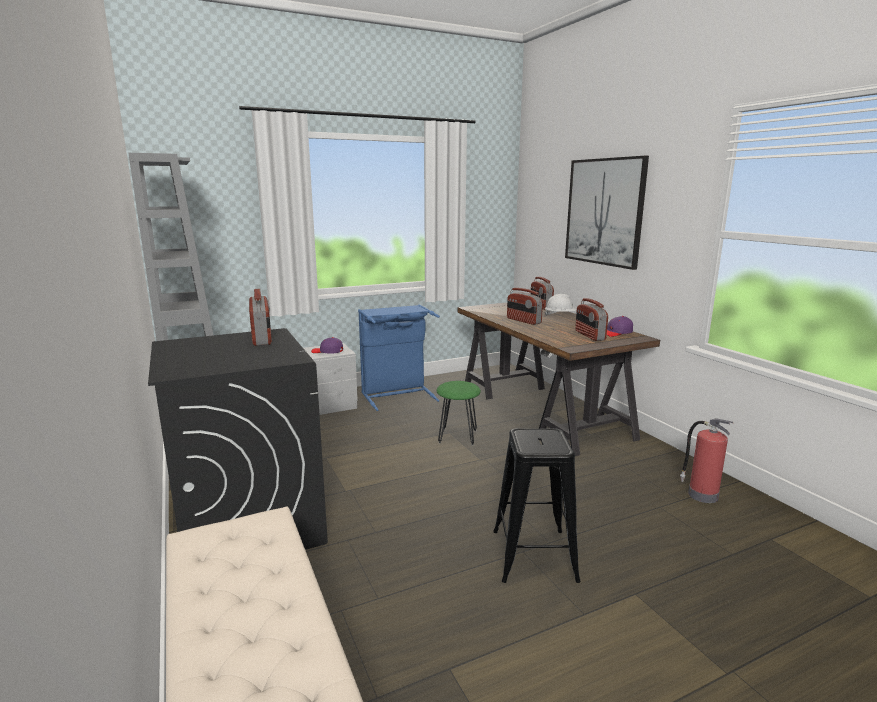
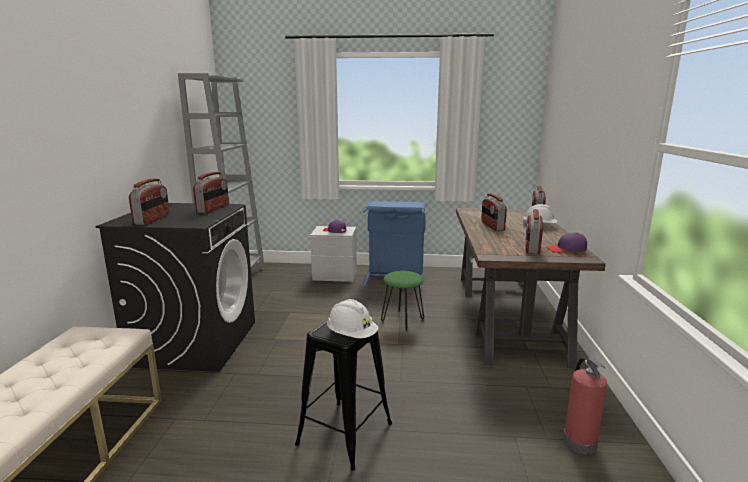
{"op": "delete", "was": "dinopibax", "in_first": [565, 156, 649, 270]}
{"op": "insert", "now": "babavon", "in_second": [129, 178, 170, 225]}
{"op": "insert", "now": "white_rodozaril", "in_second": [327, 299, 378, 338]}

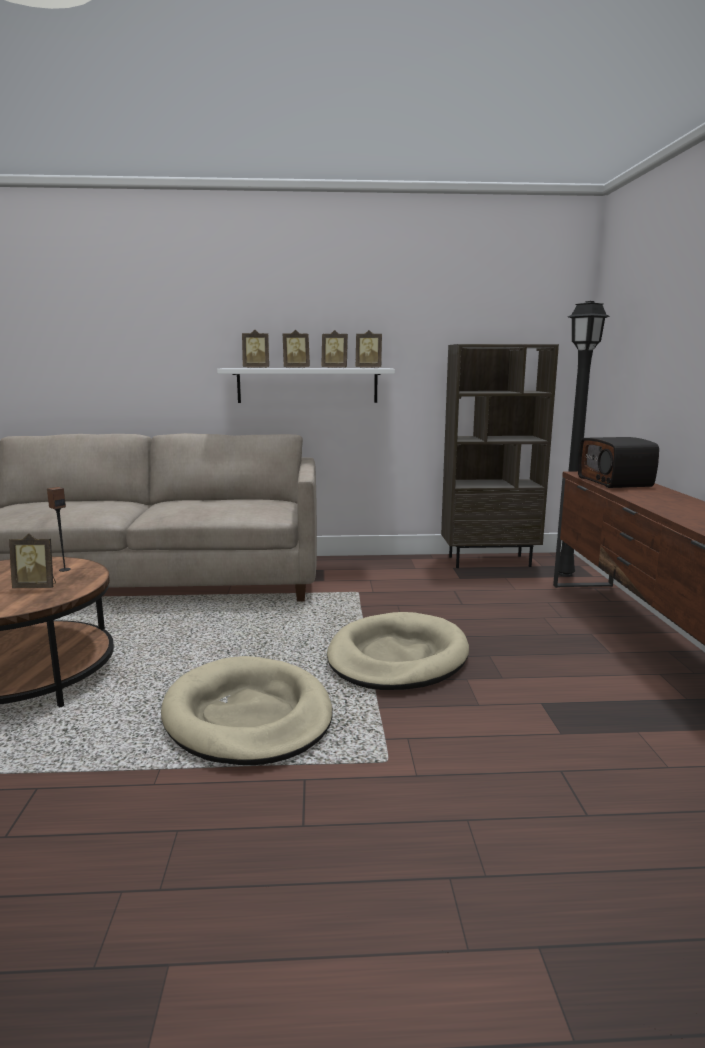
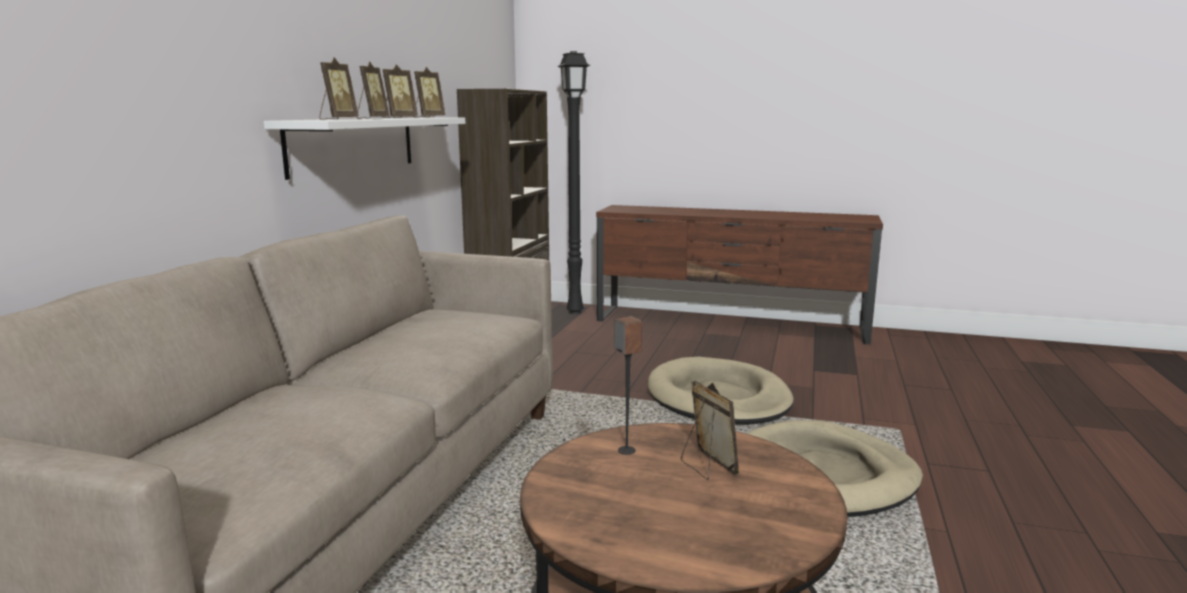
{"op": "rotate", "was": "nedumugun", "in_first": [9, 533, 56, 588], "in_second": [681, 381, 739, 480], "clockwise": -45}
{"op": "delete", "was": "babavon", "in_first": [578, 437, 659, 488]}

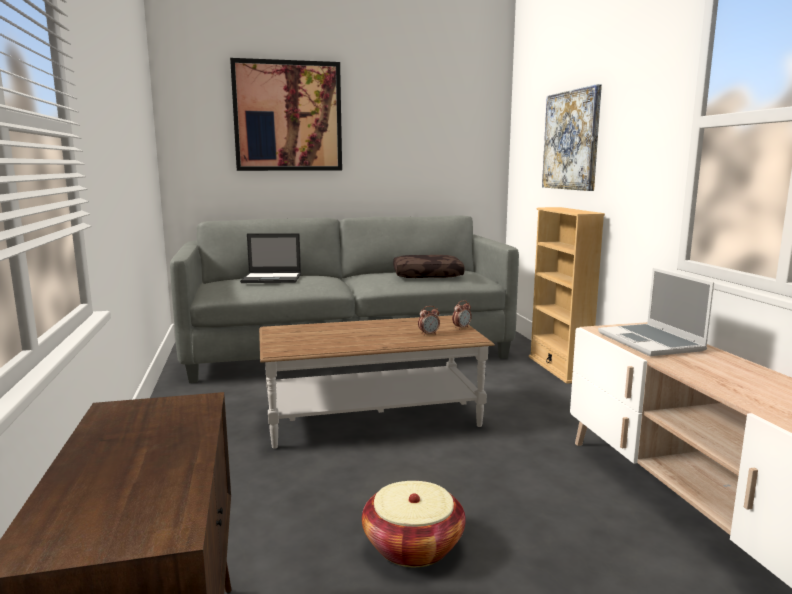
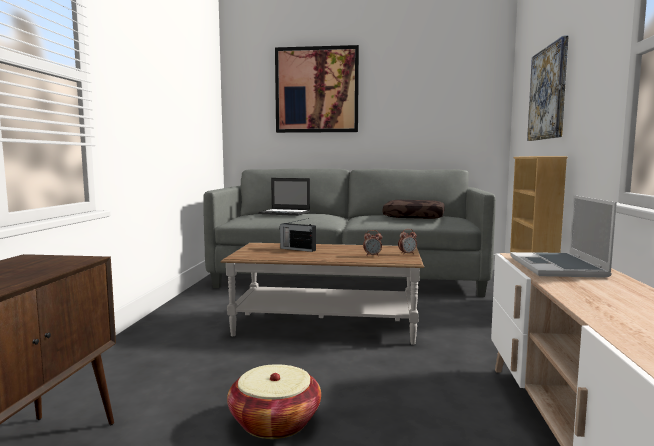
{"op": "insert", "now": "babavon", "in_second": [279, 218, 316, 252]}

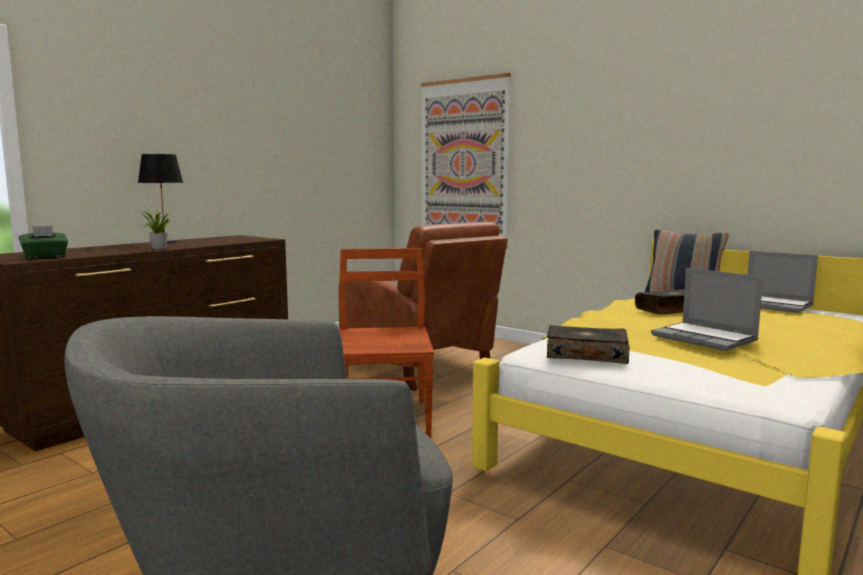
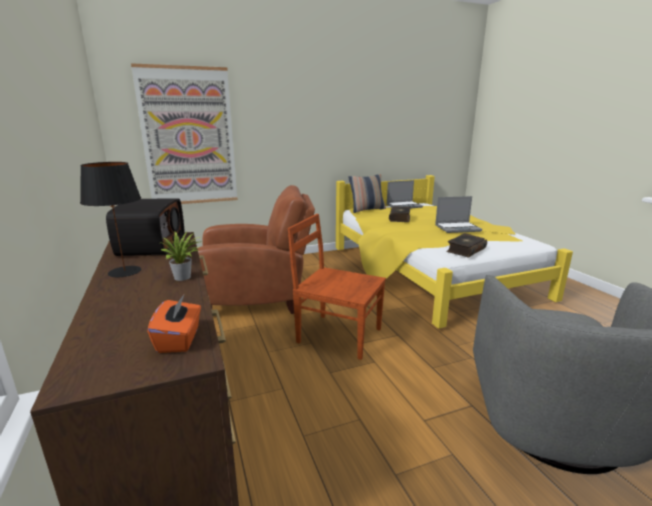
{"op": "recolor", "was": "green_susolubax", "now": "orange_susolubax", "in_first": [19, 226, 68, 259], "in_second": [147, 295, 201, 353]}
{"op": "insert", "now": "babavon", "in_second": [106, 198, 185, 256]}

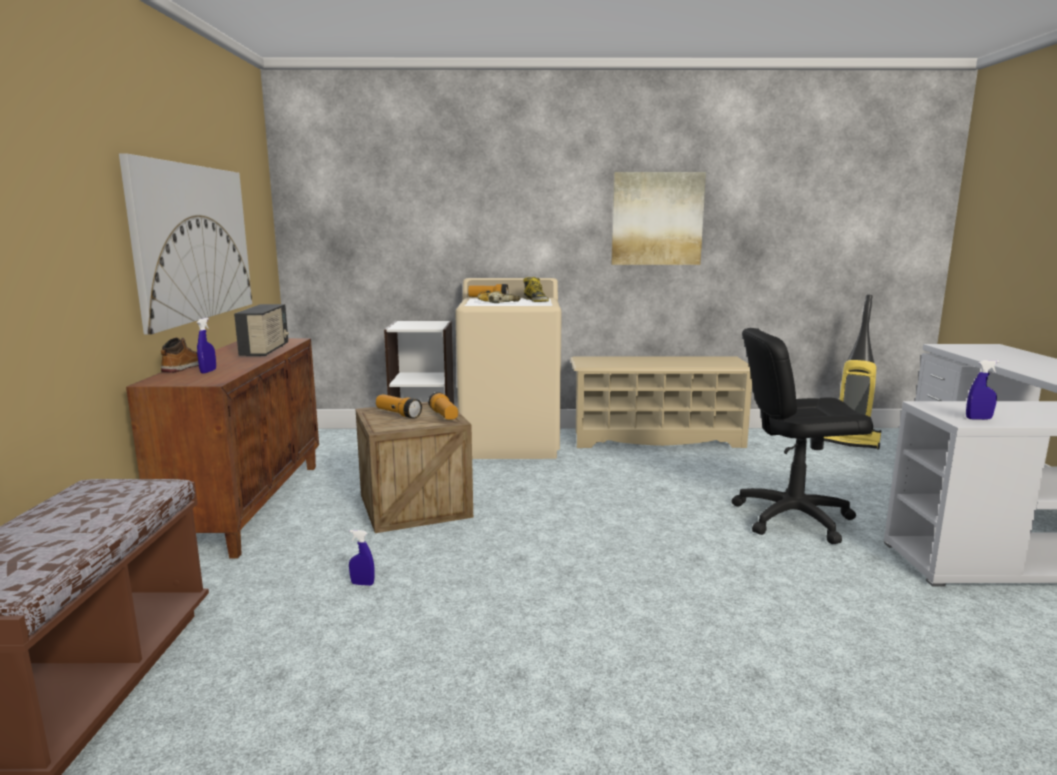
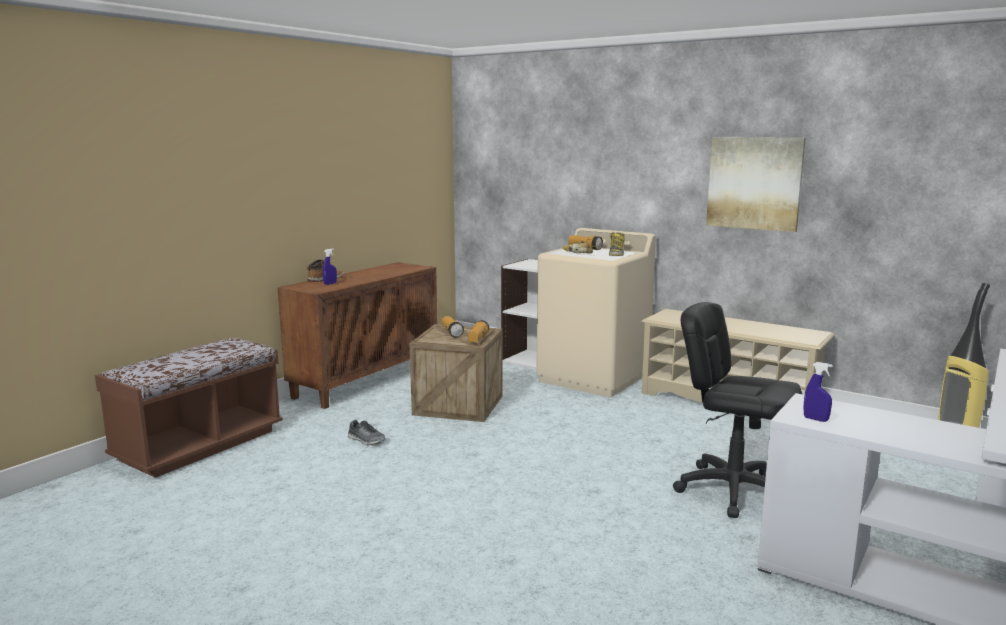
{"op": "delete", "was": "dinopibax", "in_first": [119, 153, 252, 334]}
{"op": "delete", "was": "babavon", "in_first": [234, 304, 289, 356]}
{"op": "replace", "was": "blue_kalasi", "now": "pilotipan", "in_first": [349, 530, 375, 586], "in_second": [347, 420, 386, 446]}

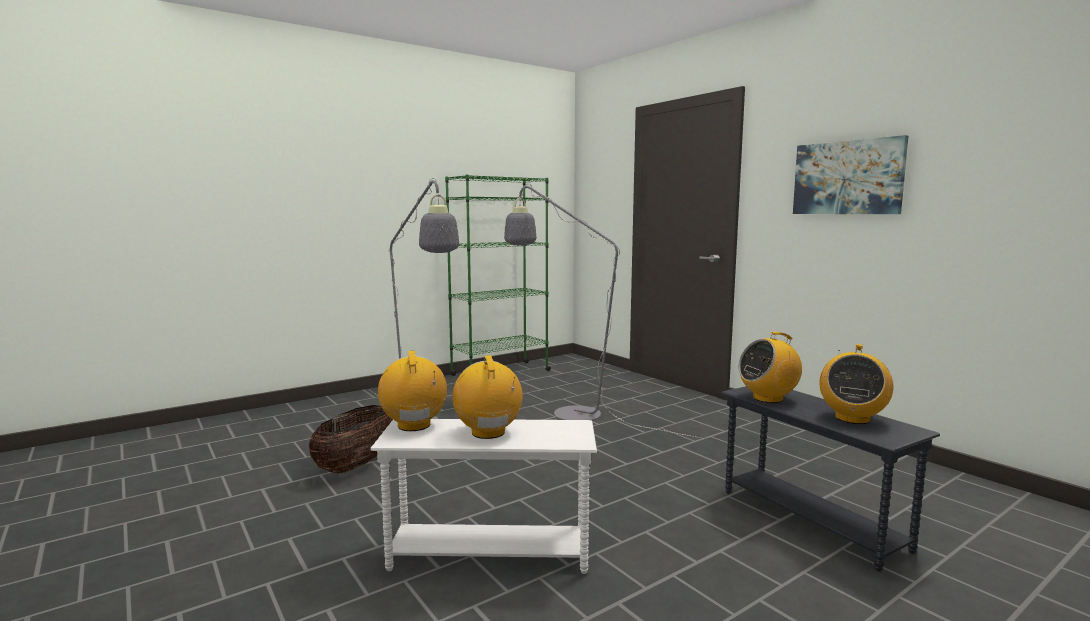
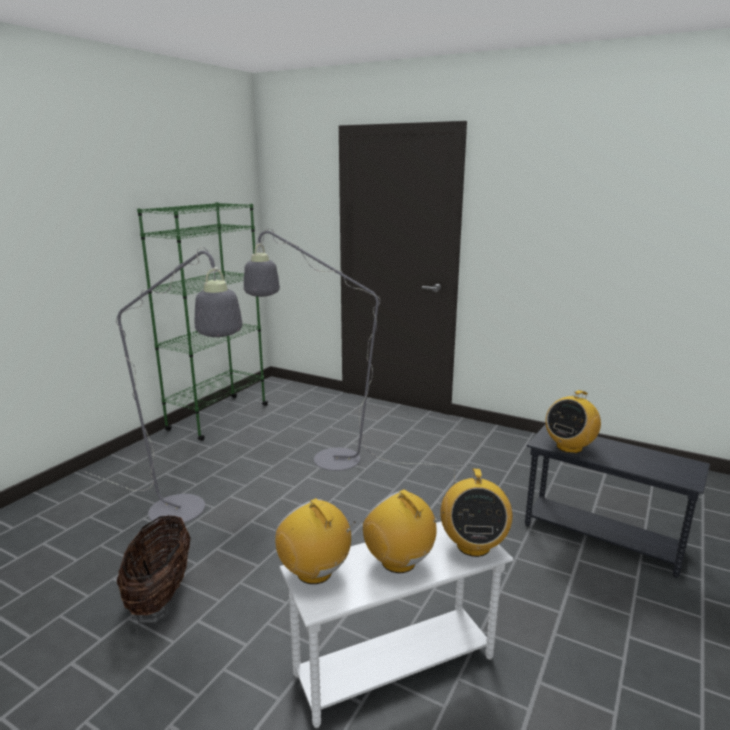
{"op": "delete", "was": "dinopibax", "in_first": [793, 135, 908, 214]}
{"op": "move", "was": "babavon", "in_first": [819, 344, 893, 424], "in_second": [440, 469, 512, 557]}

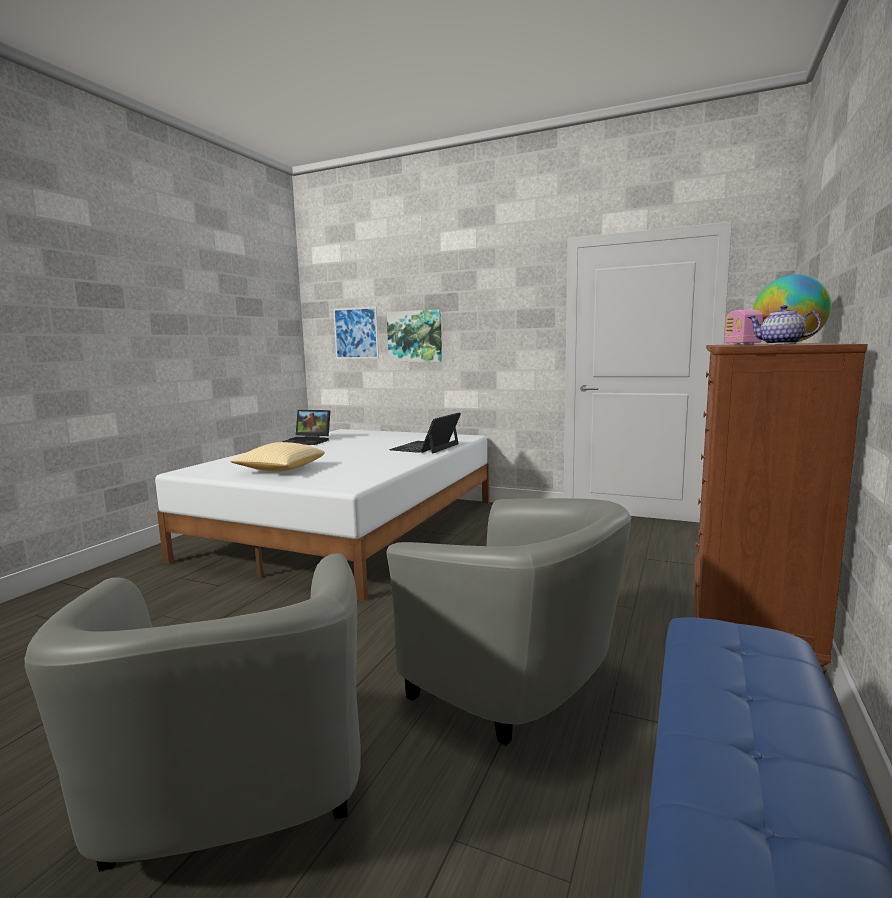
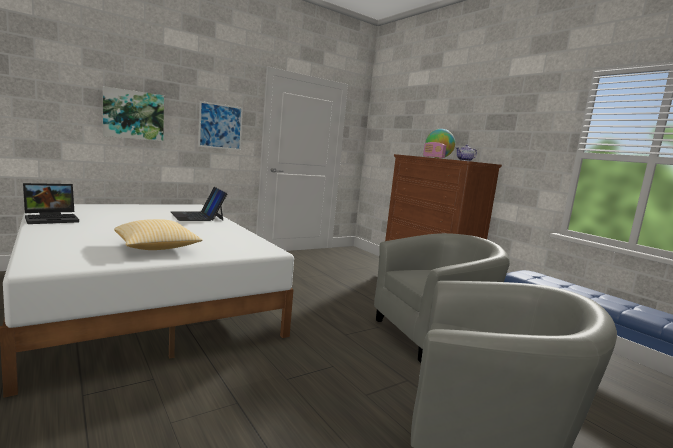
{"op": "move", "was": "dinopibax", "in_first": [333, 306, 379, 359], "in_second": [198, 101, 243, 150]}

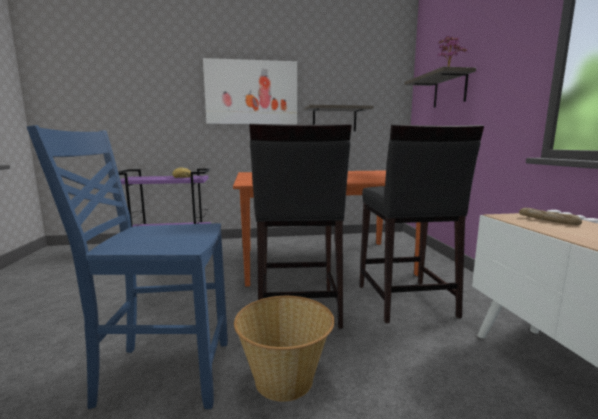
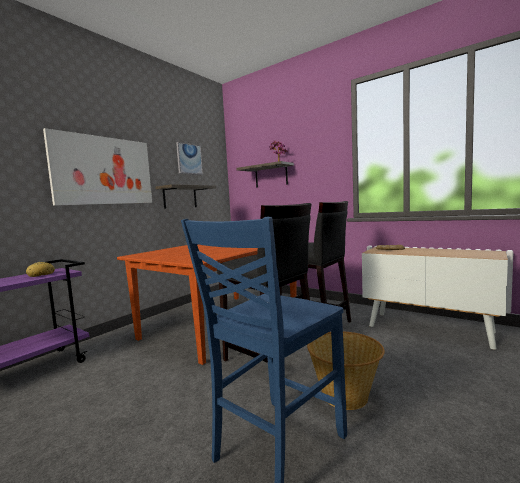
{"op": "insert", "now": "dinopibax", "in_second": [176, 142, 203, 175]}

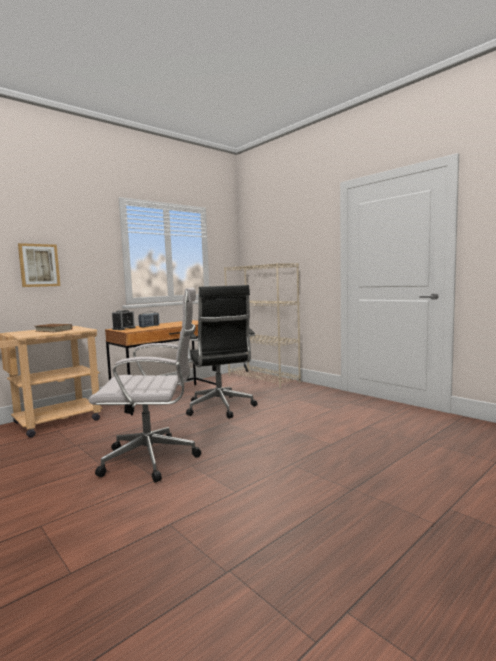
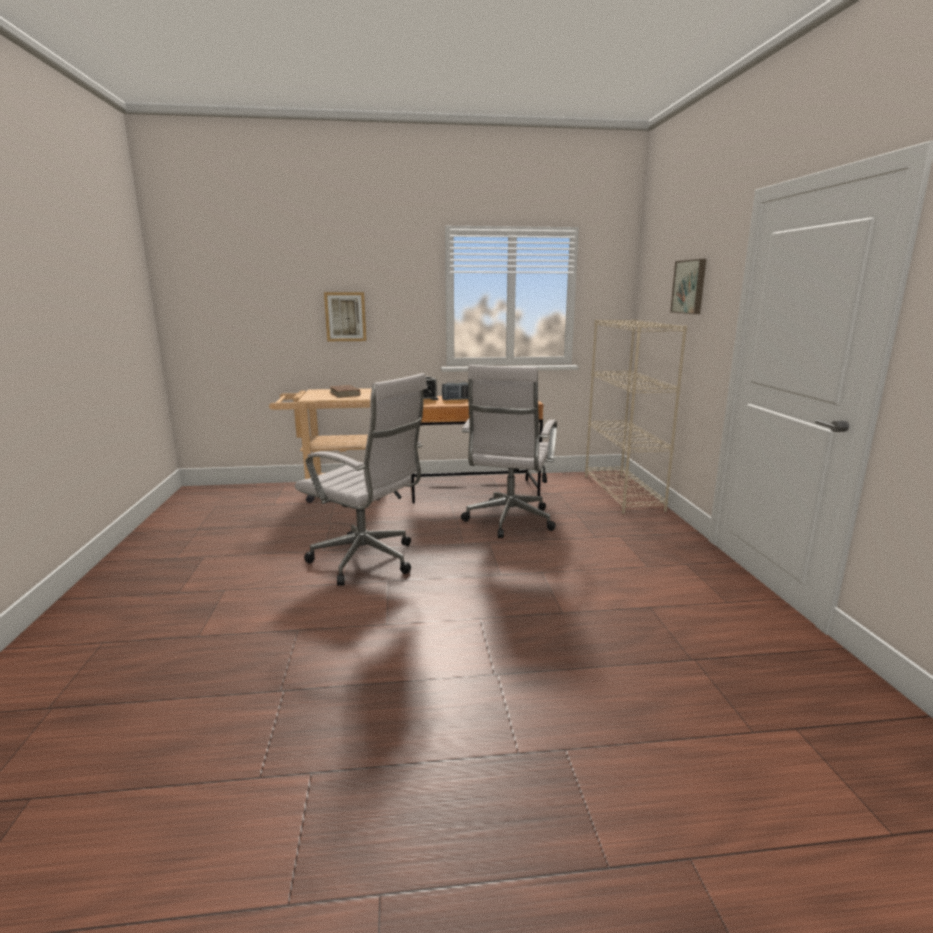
{"op": "recolor", "was": "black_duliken", "now": "white_duliken", "in_first": [186, 285, 257, 419], "in_second": [461, 365, 557, 538]}
{"op": "insert", "now": "dinopibax", "in_second": [670, 259, 706, 314]}

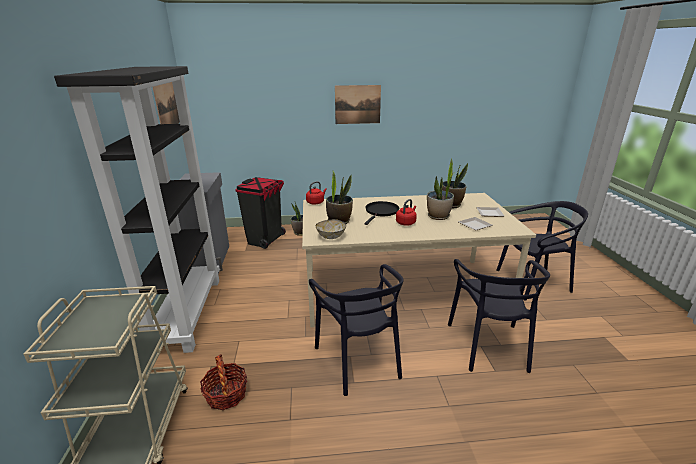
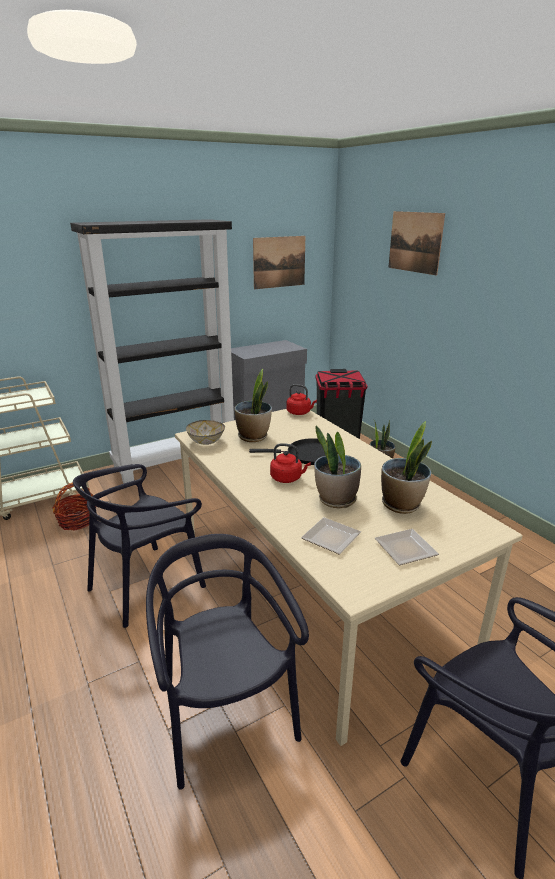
{"op": "move", "was": "dinopibax", "in_first": [335, 85, 381, 124], "in_second": [388, 211, 445, 275]}
{"op": "rotate", "was": "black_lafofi", "in_first": [448, 259, 550, 373], "in_second": [146, 534, 309, 790], "clockwise": 90}

